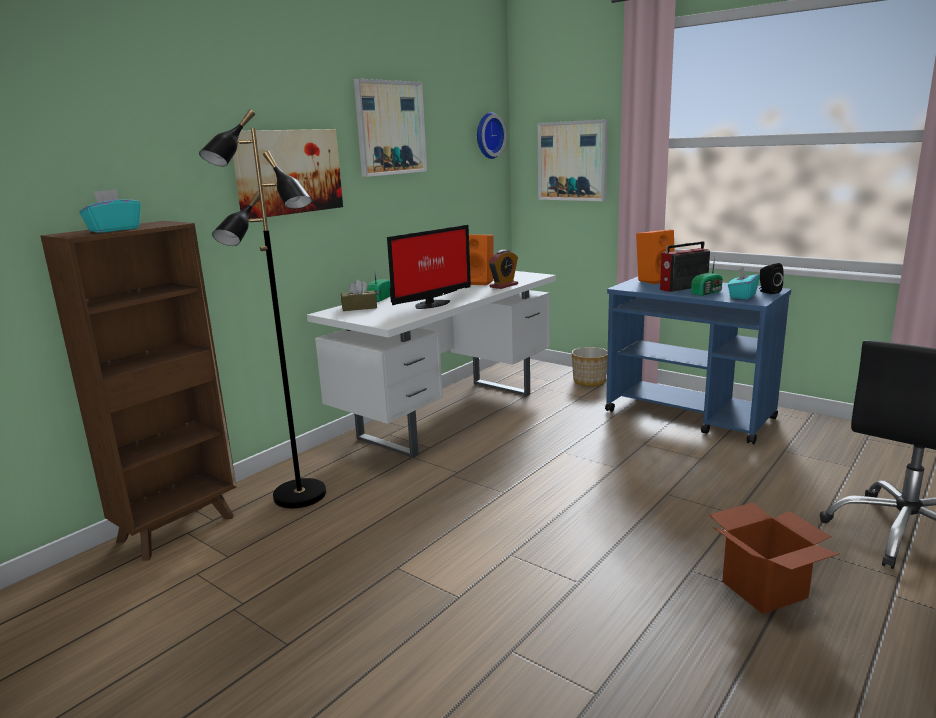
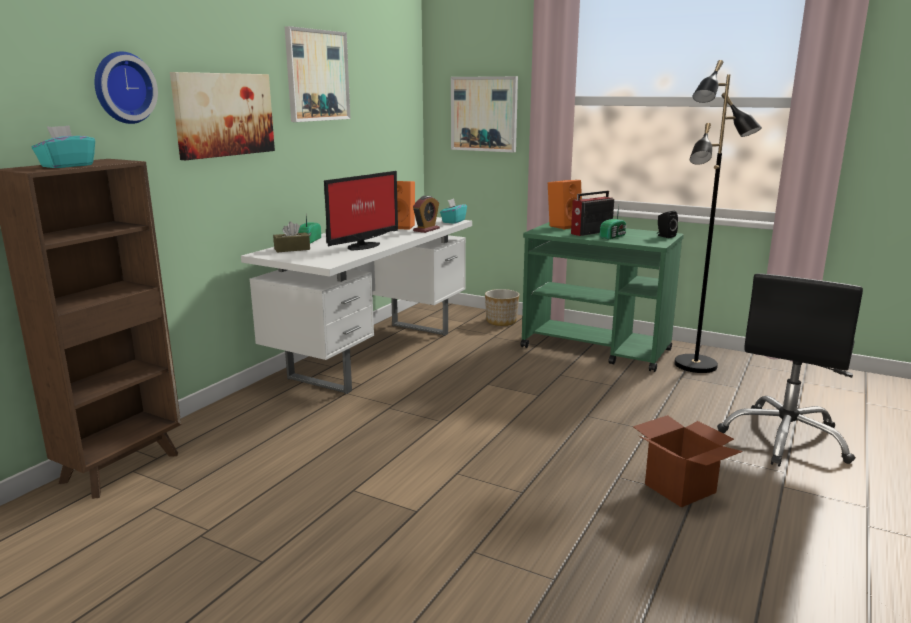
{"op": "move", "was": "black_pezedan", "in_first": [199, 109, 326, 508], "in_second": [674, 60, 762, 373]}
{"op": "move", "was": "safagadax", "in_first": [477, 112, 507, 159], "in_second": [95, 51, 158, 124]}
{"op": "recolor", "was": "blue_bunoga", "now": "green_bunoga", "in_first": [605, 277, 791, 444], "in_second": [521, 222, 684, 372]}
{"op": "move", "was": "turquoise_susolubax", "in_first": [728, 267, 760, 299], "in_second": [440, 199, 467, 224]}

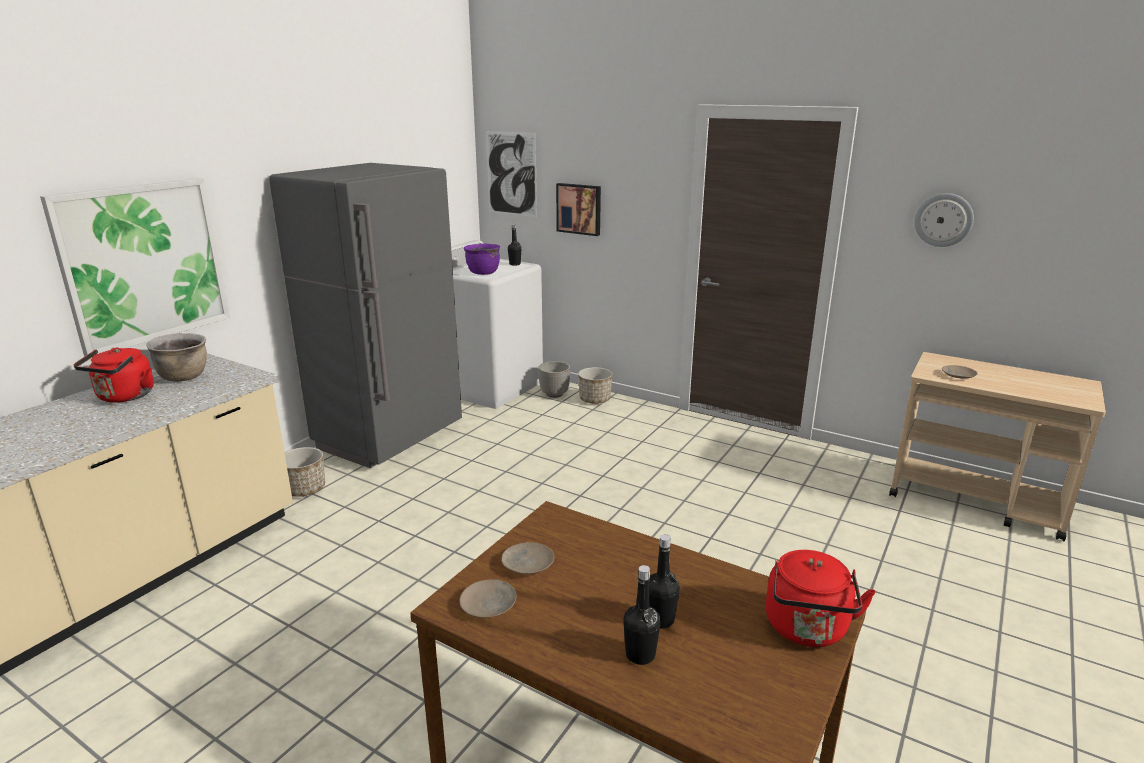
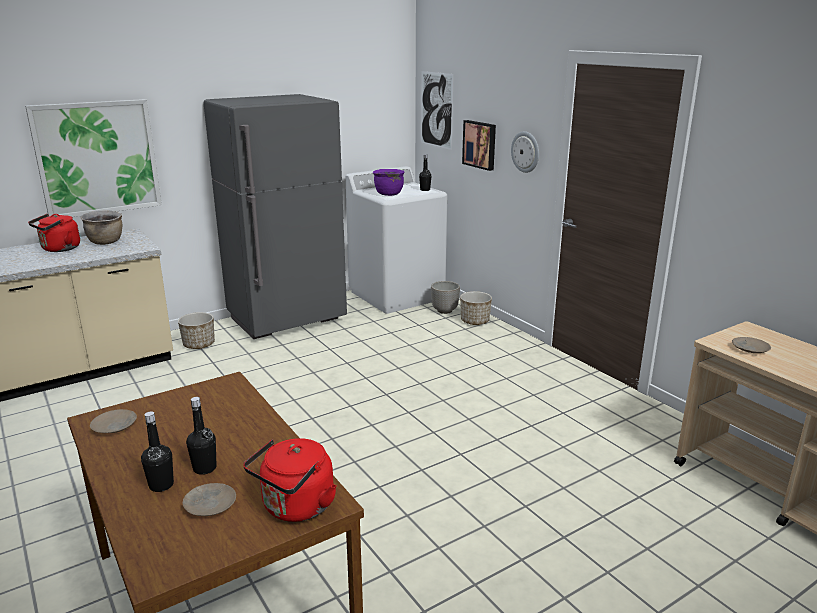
{"op": "move", "was": "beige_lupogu", "in_first": [501, 542, 554, 574], "in_second": [182, 483, 236, 516]}
{"op": "move", "was": "safagadax", "in_first": [914, 193, 974, 247], "in_second": [511, 131, 539, 173]}

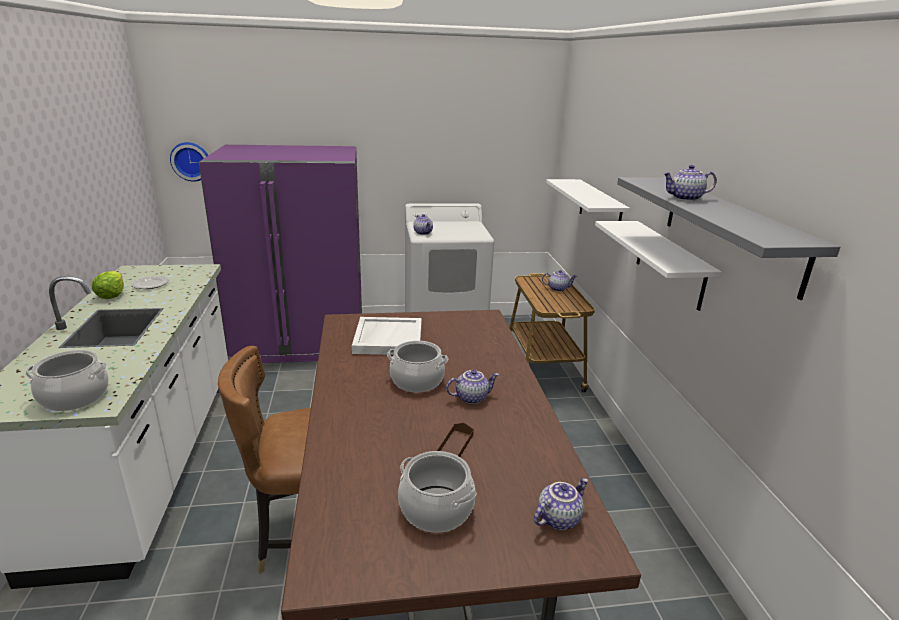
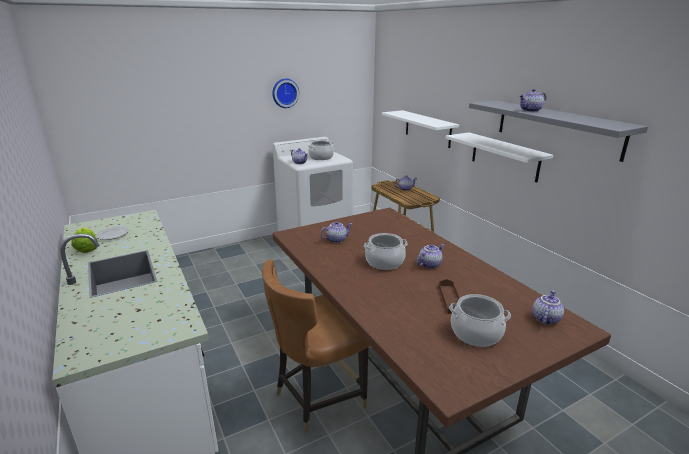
{"op": "move", "was": "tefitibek", "in_first": [25, 350, 109, 411], "in_second": [308, 140, 334, 160]}
{"op": "move", "was": "safagadax", "in_first": [170, 142, 208, 182], "in_second": [272, 79, 299, 108]}
{"op": "delete", "was": "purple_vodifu", "in_first": [199, 145, 362, 363]}
{"op": "replace", "was": "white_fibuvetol", "now": "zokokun", "in_first": [352, 317, 422, 355], "in_second": [320, 221, 352, 243]}

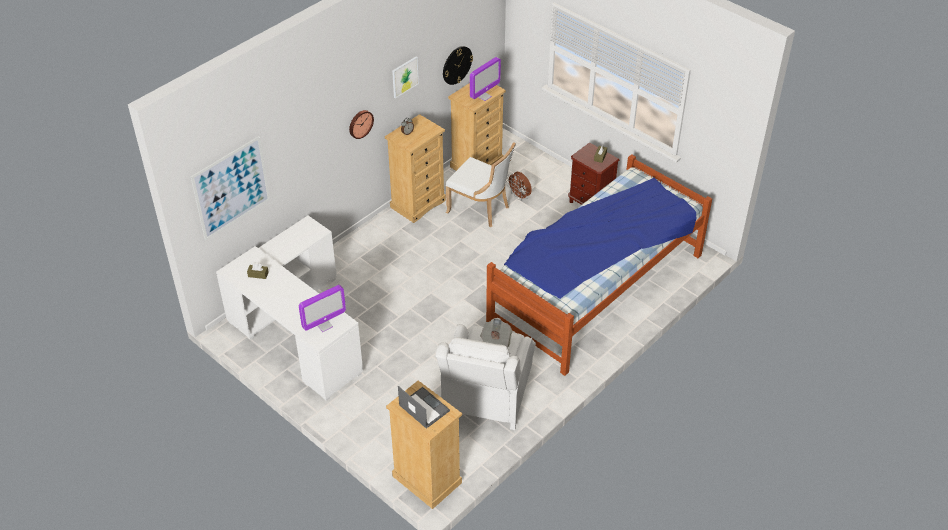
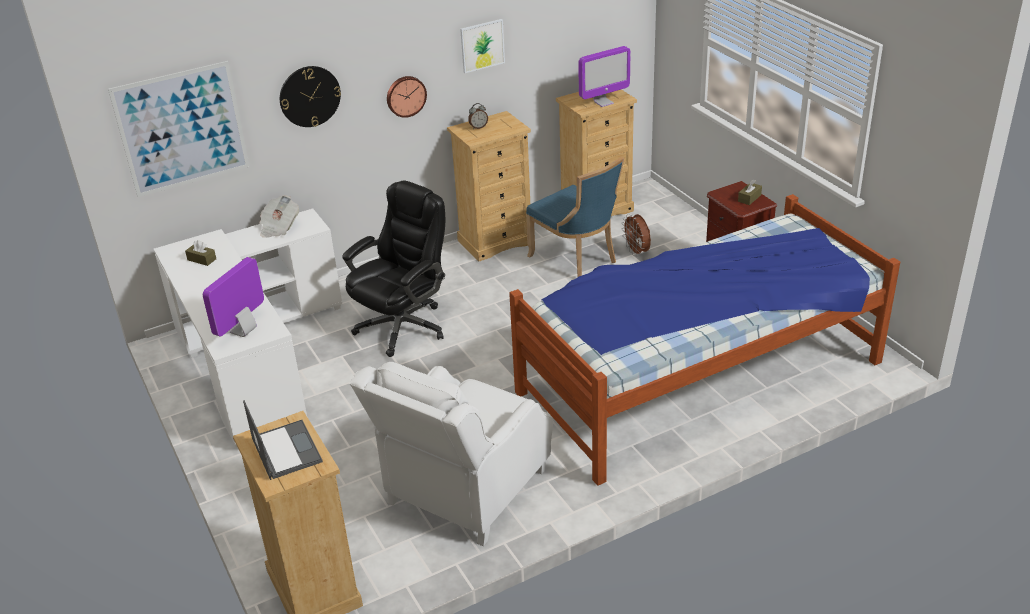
{"op": "rotate", "was": "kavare", "in_first": [299, 285, 346, 332], "in_second": [203, 257, 264, 337], "clockwise": 135}
{"op": "move", "was": "safagadax", "in_first": [443, 46, 473, 85], "in_second": [280, 66, 341, 127]}
{"op": "recolor", "was": "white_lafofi", "now": "blue_lafofi", "in_first": [446, 142, 516, 227], "in_second": [526, 156, 624, 277]}
{"op": "move", "was": "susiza", "in_first": [480, 318, 512, 349], "in_second": [259, 195, 299, 238]}
{"op": "insert", "now": "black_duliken", "in_second": [342, 180, 445, 357]}

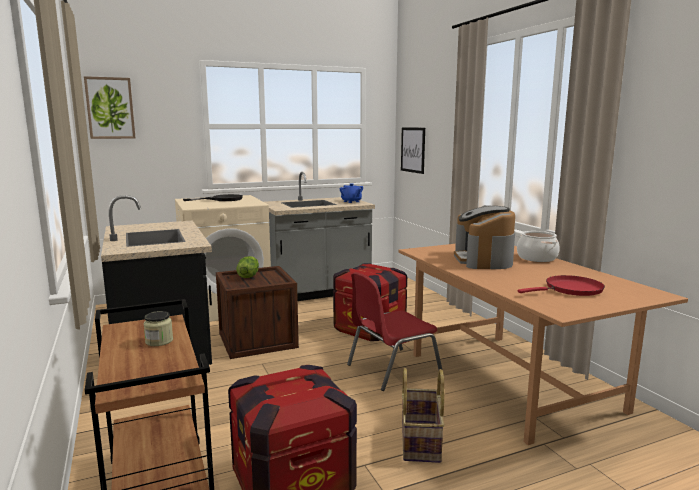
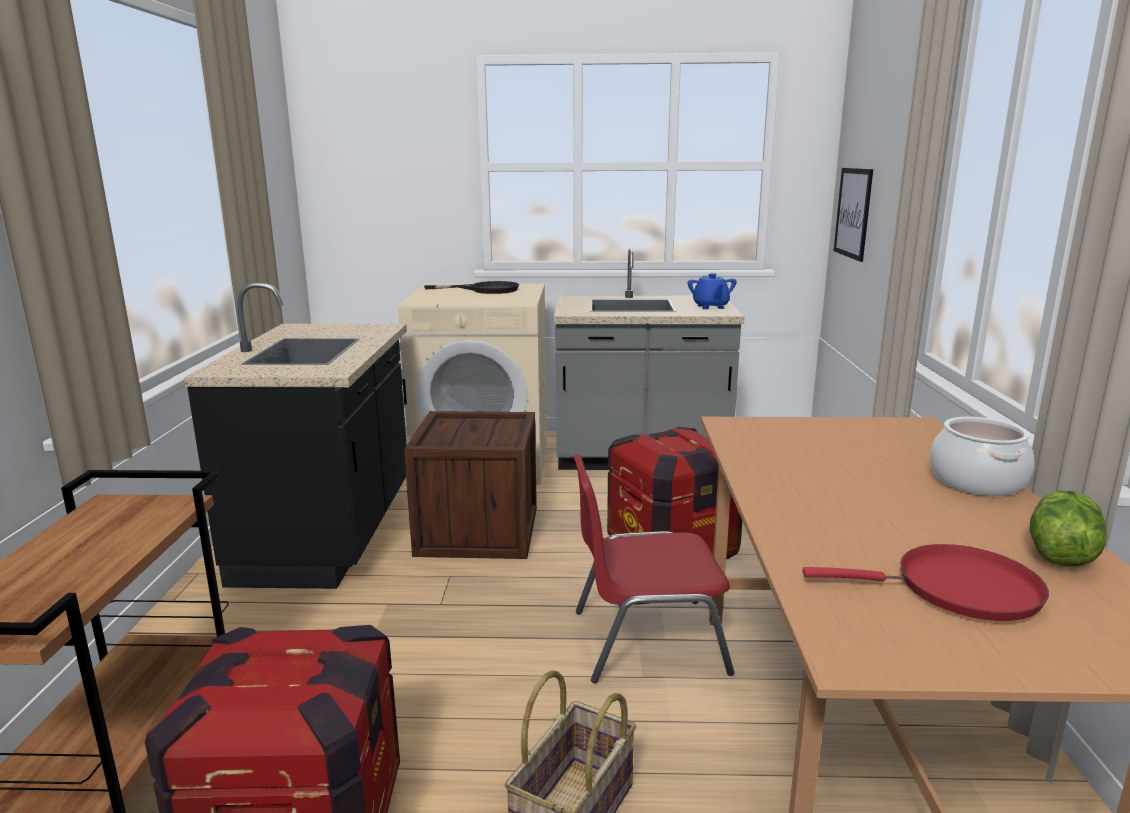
{"op": "delete", "was": "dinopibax", "in_first": [84, 76, 135, 139]}
{"op": "delete", "was": "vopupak", "in_first": [144, 311, 173, 346]}
{"op": "move", "was": "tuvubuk", "in_first": [236, 256, 259, 278], "in_second": [1030, 490, 1107, 566]}
{"op": "delete", "was": "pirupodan", "in_first": [454, 205, 515, 269]}

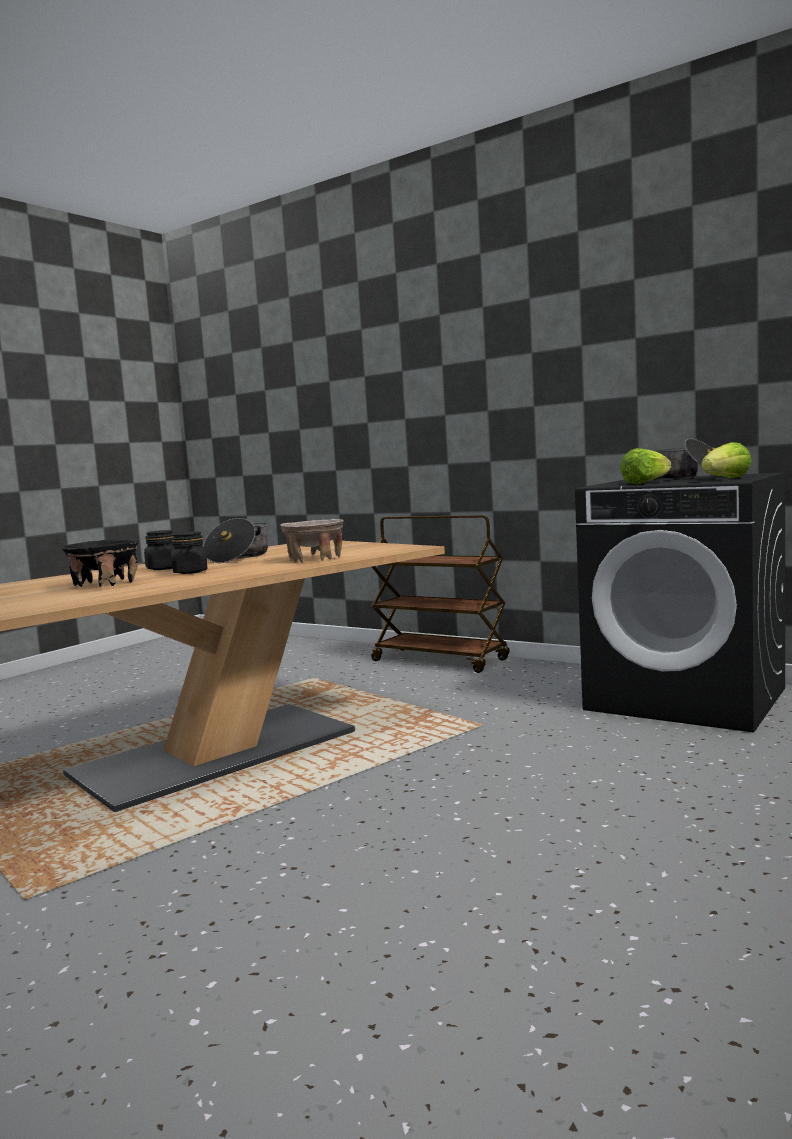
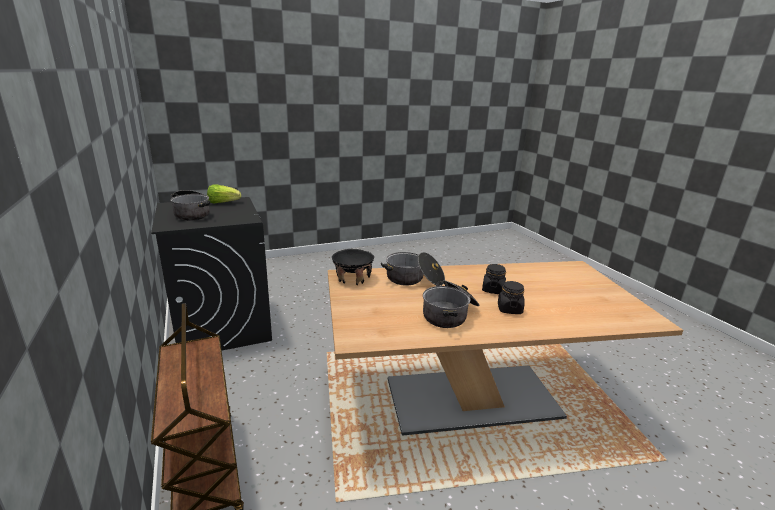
{"op": "move", "was": "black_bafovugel", "in_first": [62, 539, 138, 587], "in_second": [332, 249, 374, 285]}
{"op": "replace", "was": "beige_bafovugel", "now": "tefitibek", "in_first": [280, 519, 344, 563], "in_second": [381, 252, 445, 286]}
{"op": "delete", "was": "tuvubuk", "in_first": [620, 448, 671, 484]}

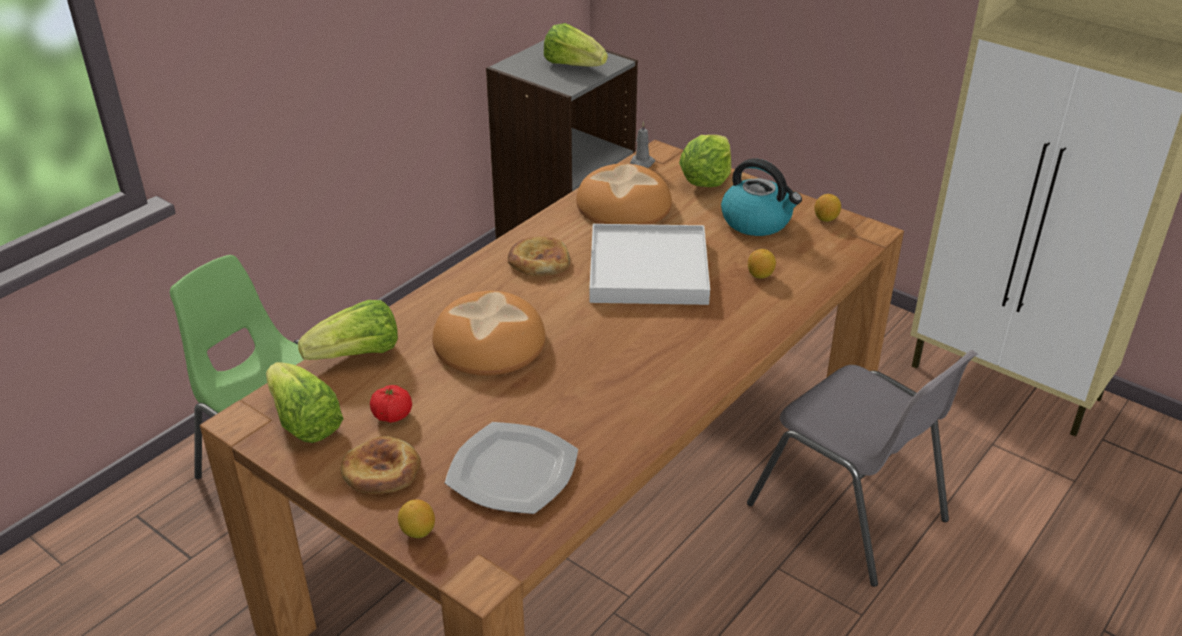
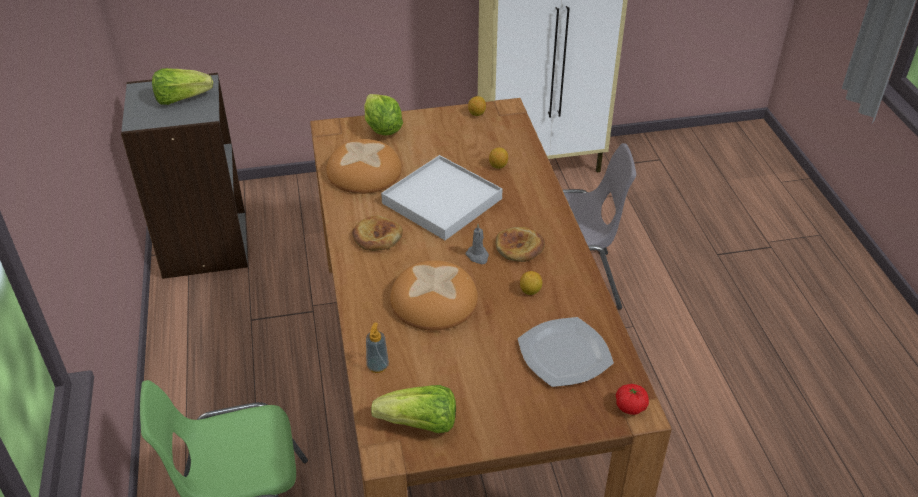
{"op": "replace", "was": "tuvubuk", "now": "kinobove", "in_first": [298, 300, 398, 360], "in_second": [366, 322, 389, 373]}
{"op": "move", "was": "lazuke", "in_first": [341, 436, 421, 494], "in_second": [495, 227, 545, 262]}
{"op": "move", "was": "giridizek", "in_first": [370, 385, 412, 423], "in_second": [616, 384, 649, 415]}
{"op": "move", "was": "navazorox", "in_first": [398, 499, 435, 538], "in_second": [520, 271, 542, 295]}
{"op": "move", "was": "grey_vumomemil", "in_first": [630, 121, 655, 168], "in_second": [466, 224, 489, 264]}
{"op": "delete", "was": "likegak", "in_first": [721, 158, 802, 236]}

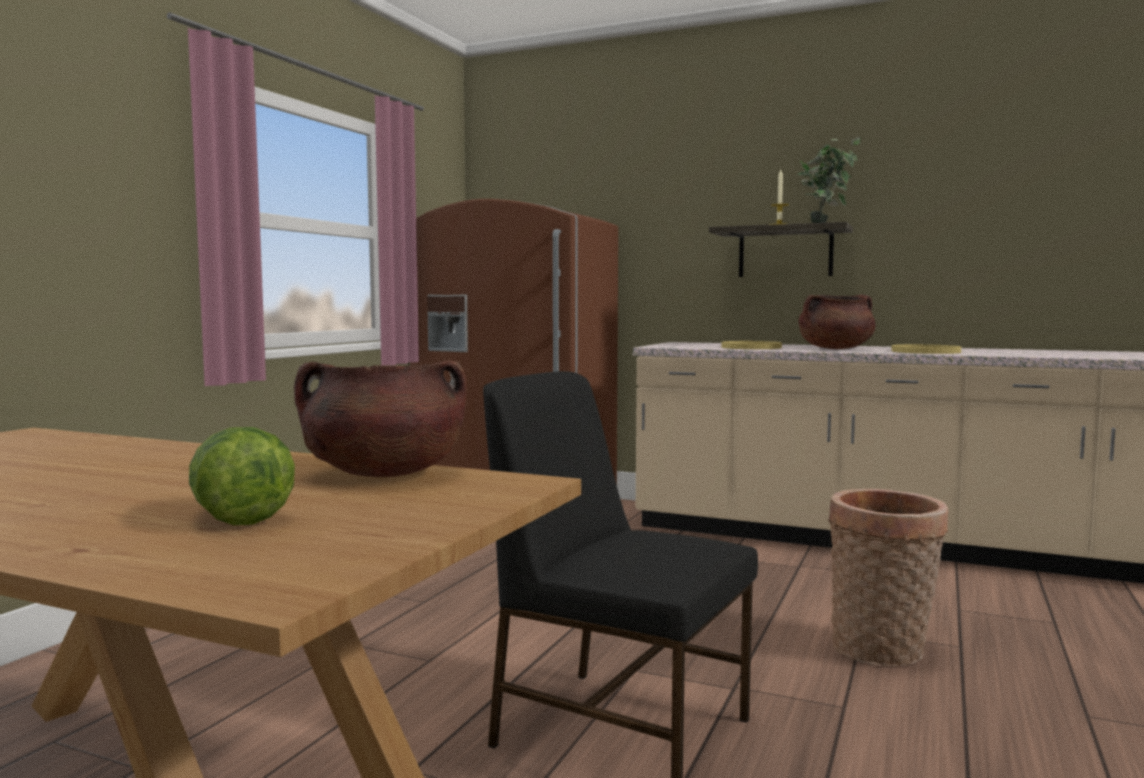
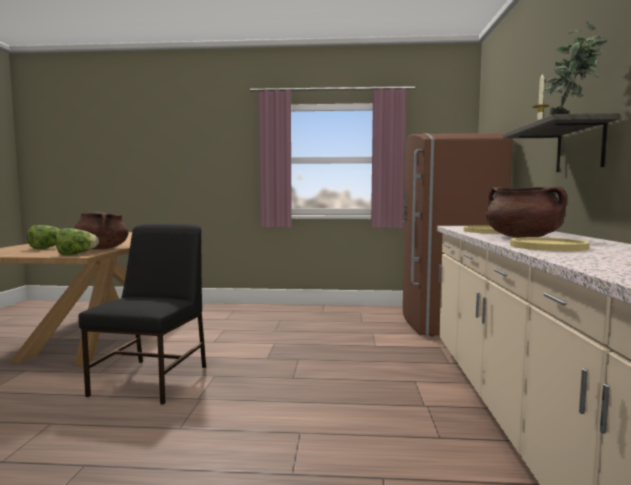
{"op": "delete", "was": "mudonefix", "in_first": [828, 489, 948, 666]}
{"op": "insert", "now": "tuvubuk", "in_second": [56, 228, 99, 255]}

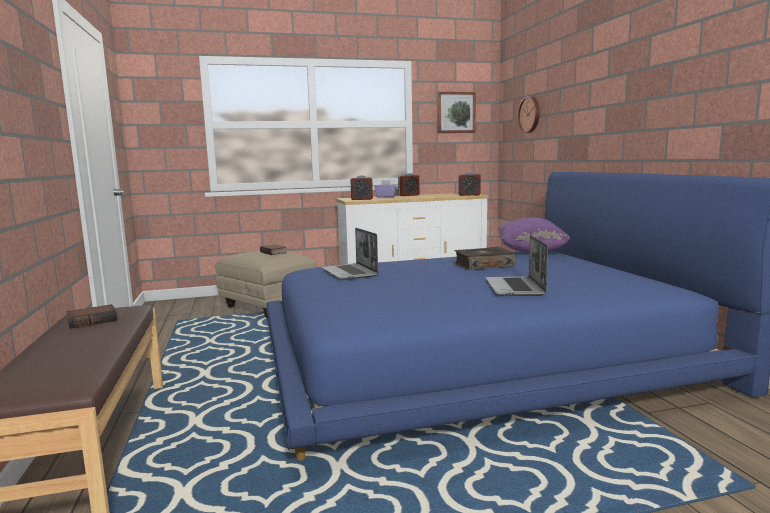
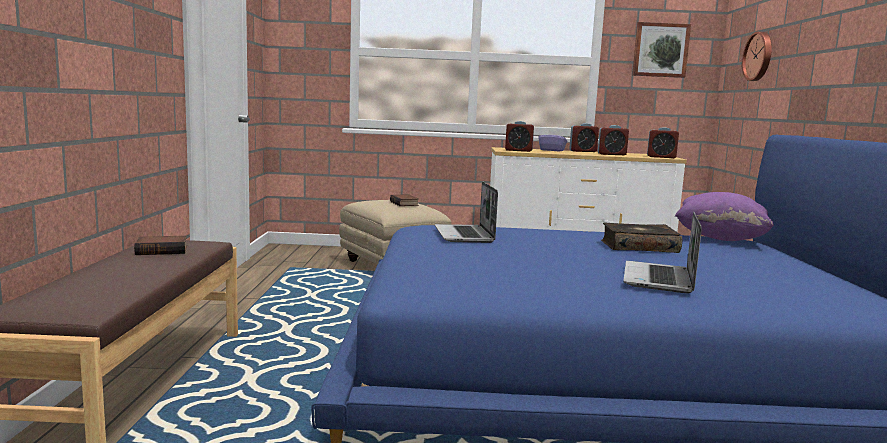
{"op": "insert", "now": "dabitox", "in_second": [598, 125, 629, 155]}

